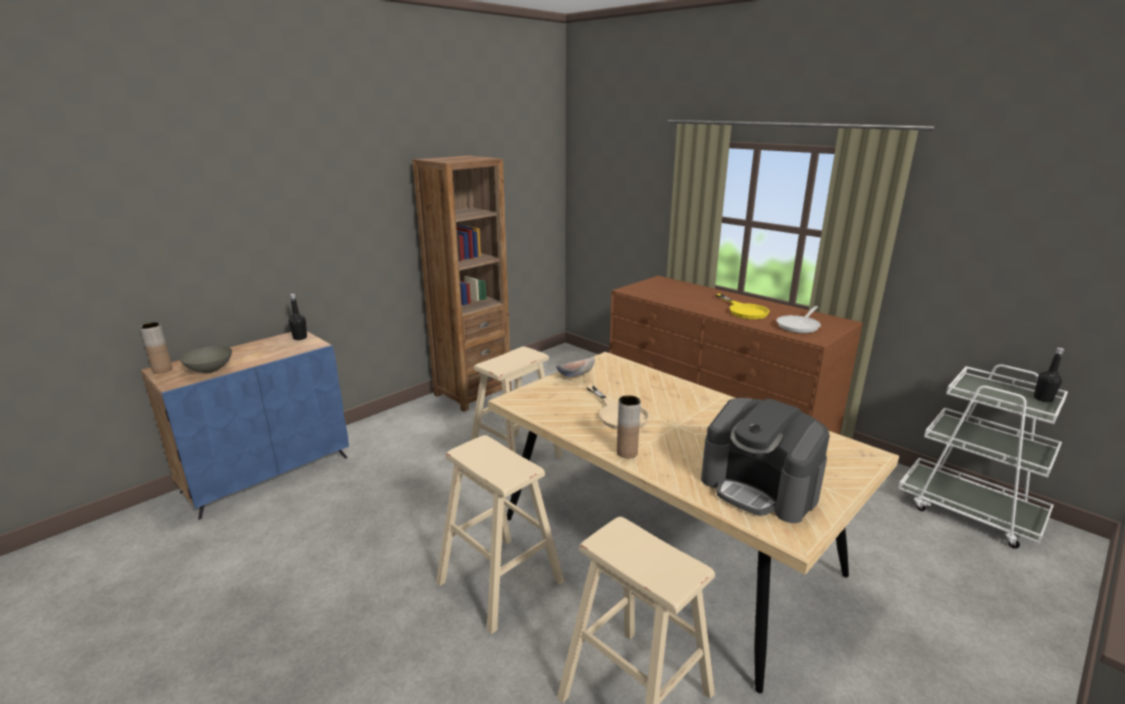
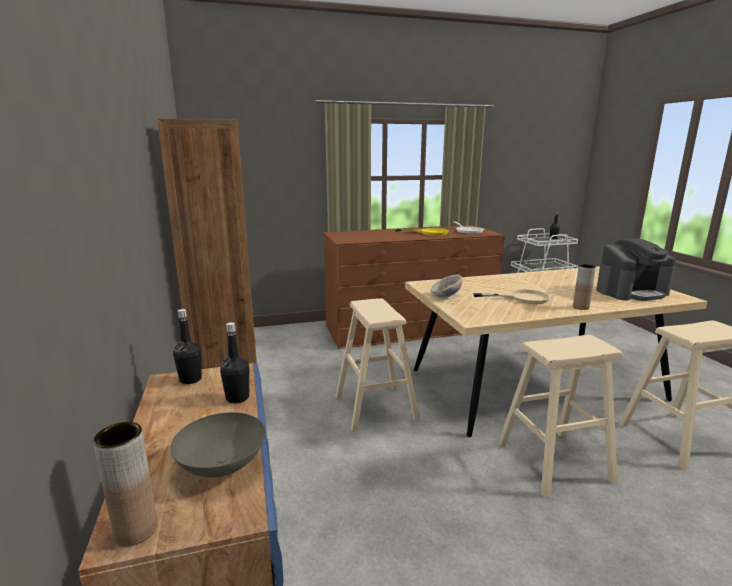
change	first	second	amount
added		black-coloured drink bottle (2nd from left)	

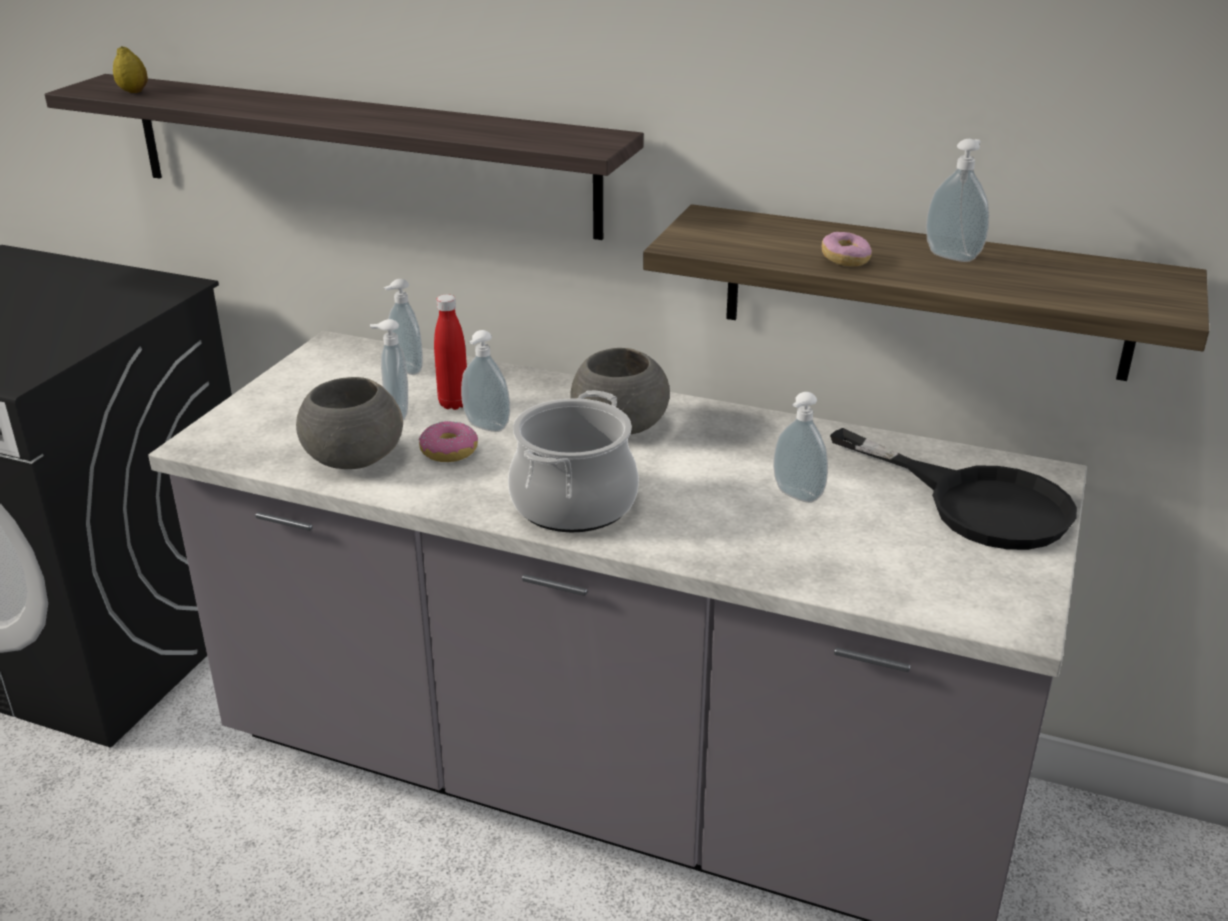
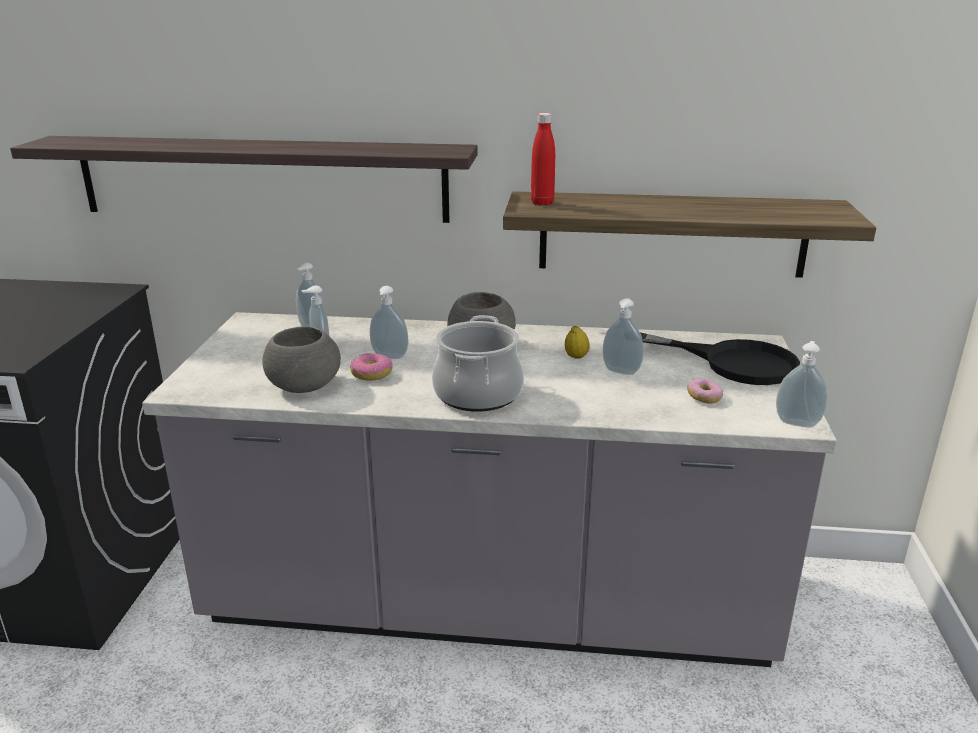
change	first	second	amount
moved	red drink bottle		
moved	lemon		
moved	donut (2nd from left)		
moved	soap dispenser (5th from left)		

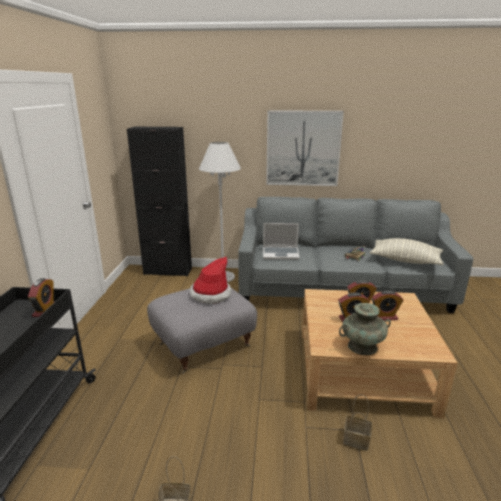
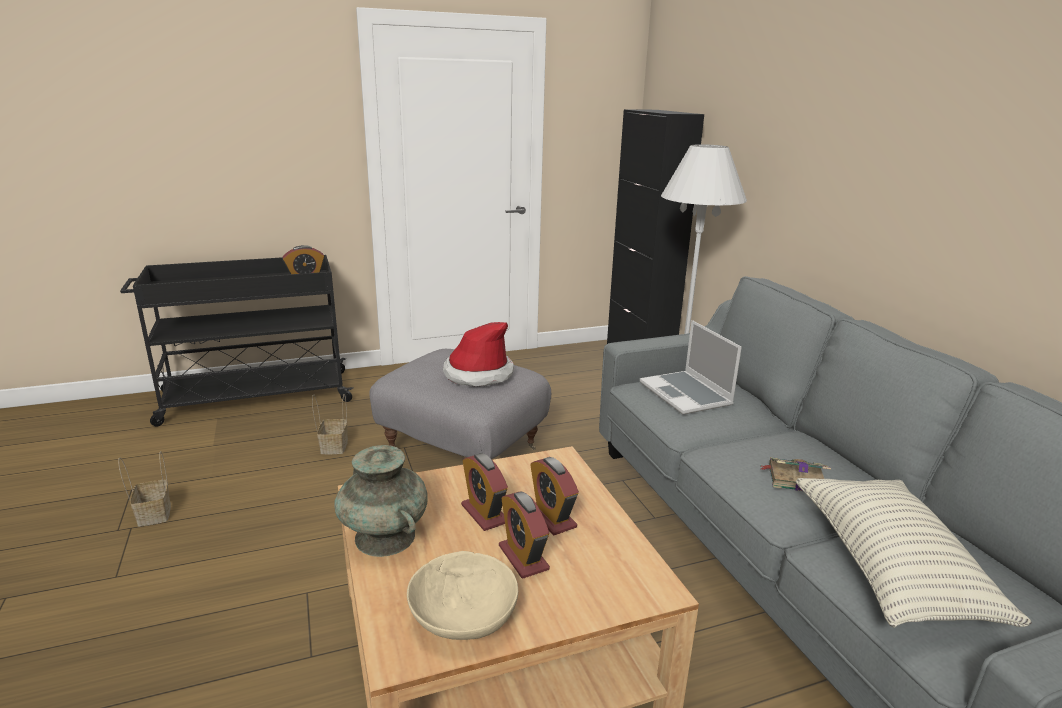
change	first	second	amount
moved	basket (2nd from left)		
added		beige serving bowl	
removed	wall art		

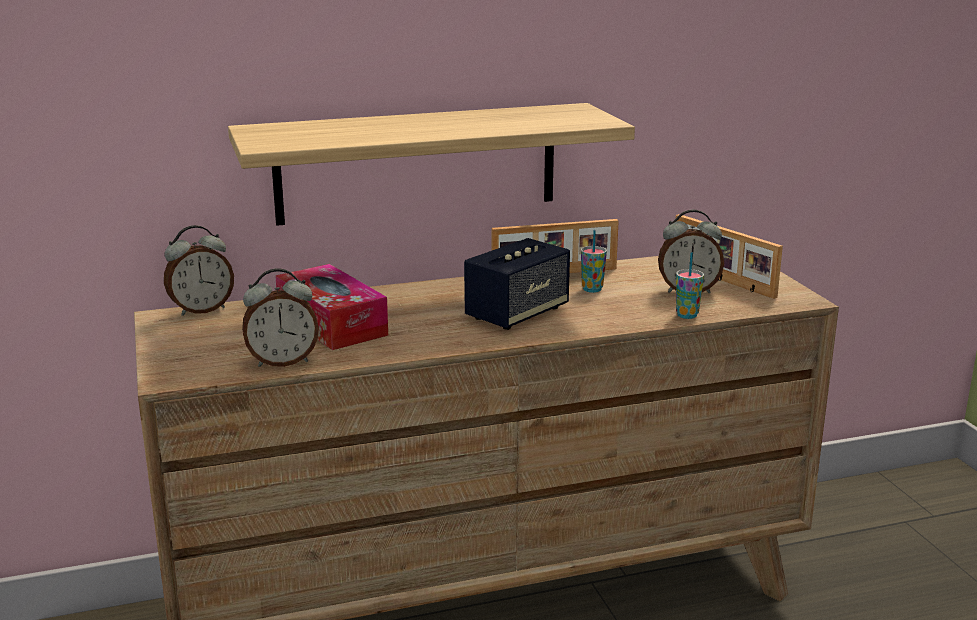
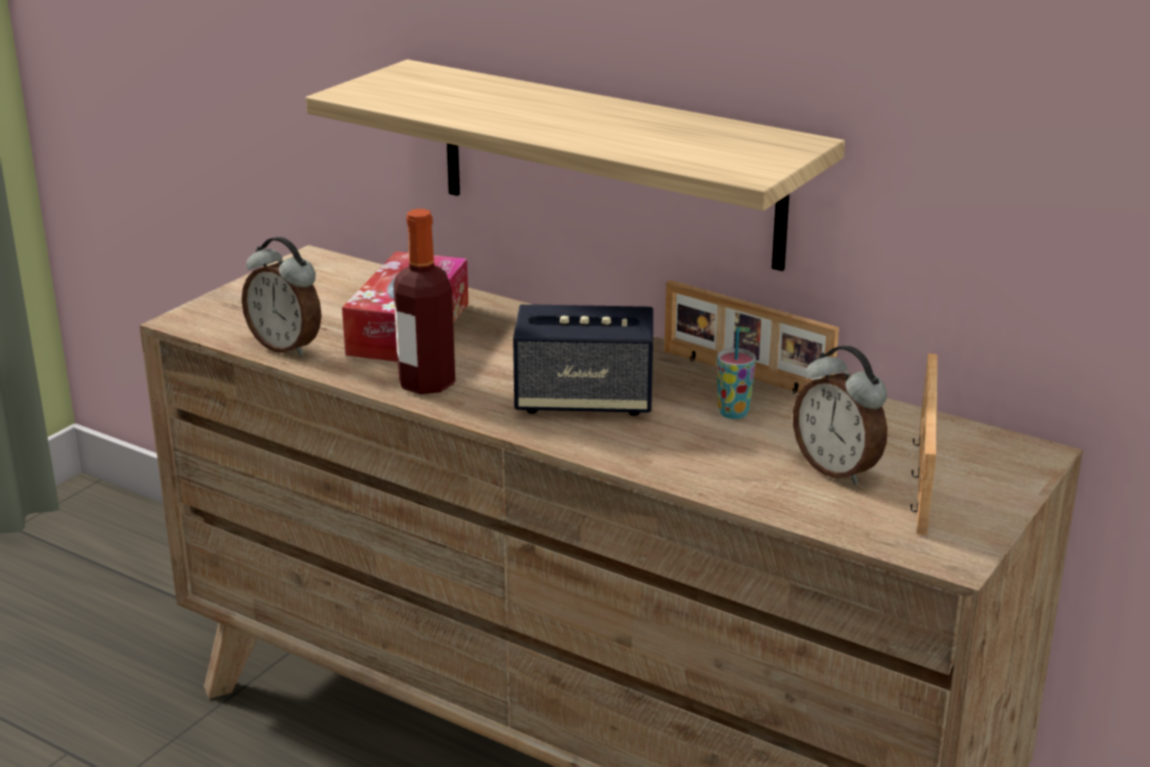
change	first	second	amount
added		drink bottle	
removed	table clock (1st from left)		
removed	cup (2nd from left)		

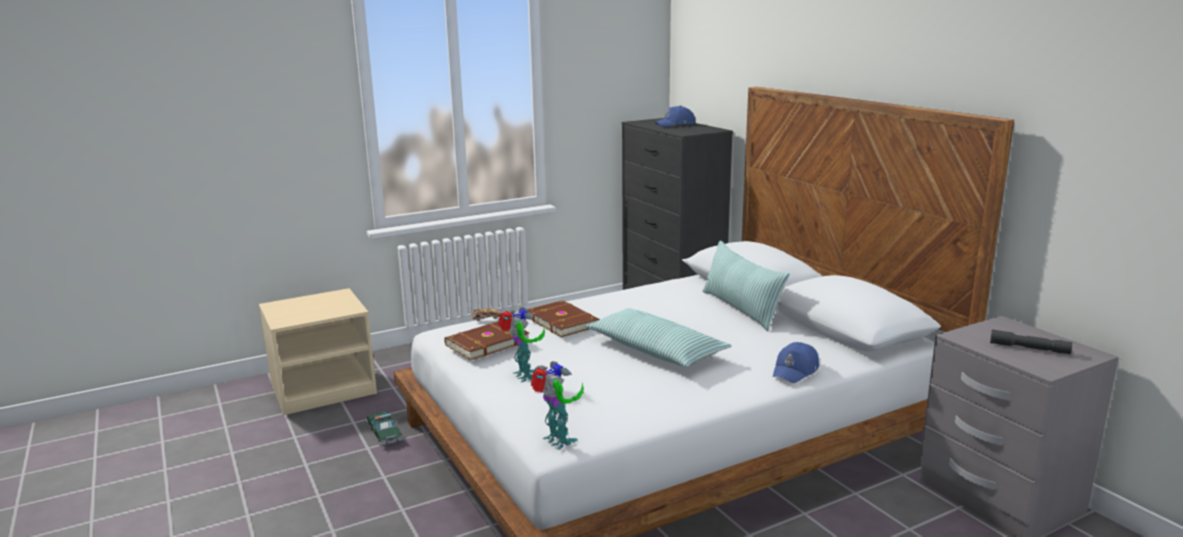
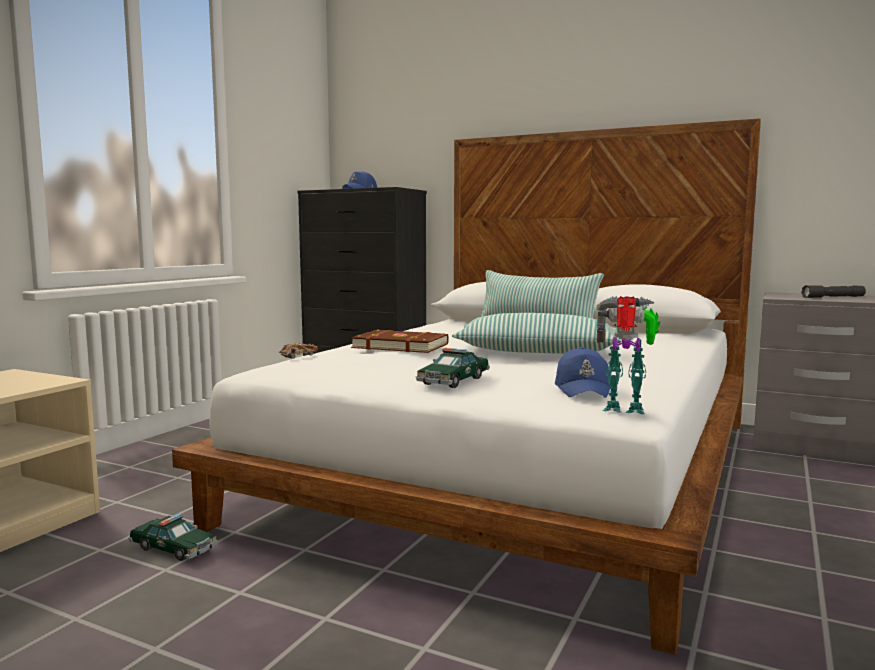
change	first	second	amount
replaced	model robot (1st from left)	toy car (3rd from left)	
moved	bluish peaked cap (2nd from left)		
removed	brownish volume (1st from left)		

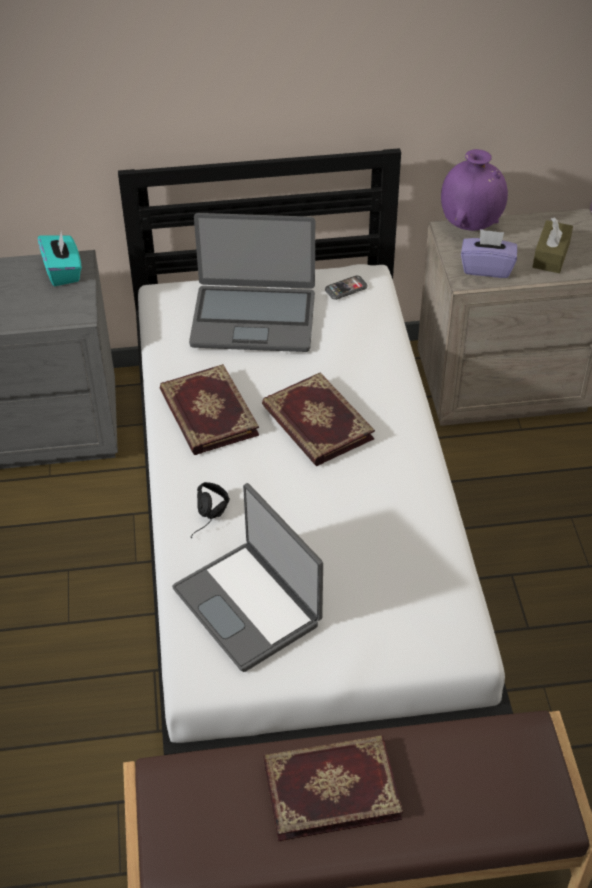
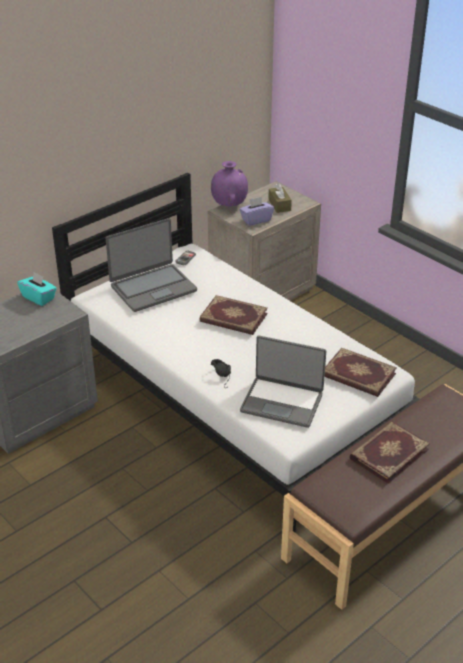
change	first	second	amount
moved	volume (1st from left in the first image)	volume (2nd from left)	

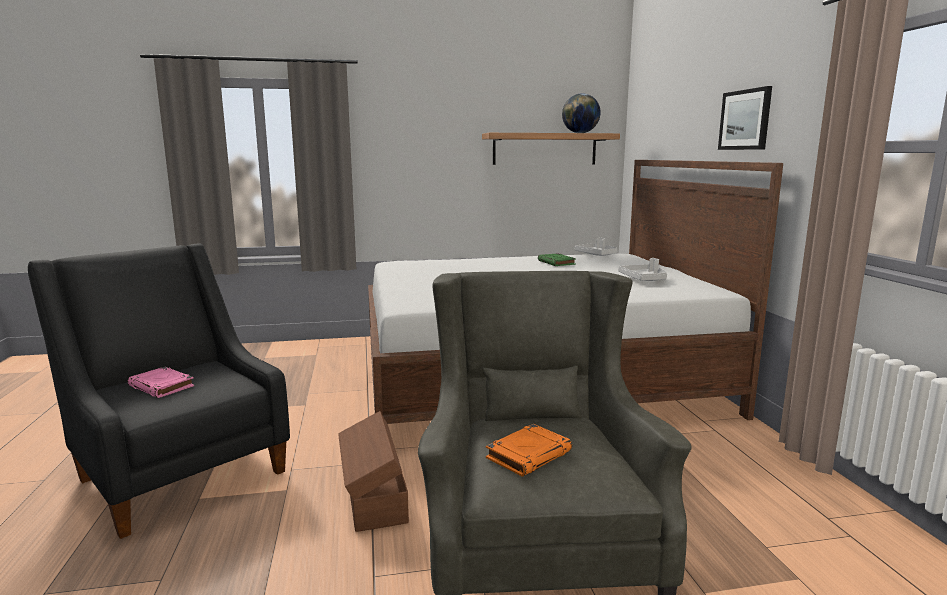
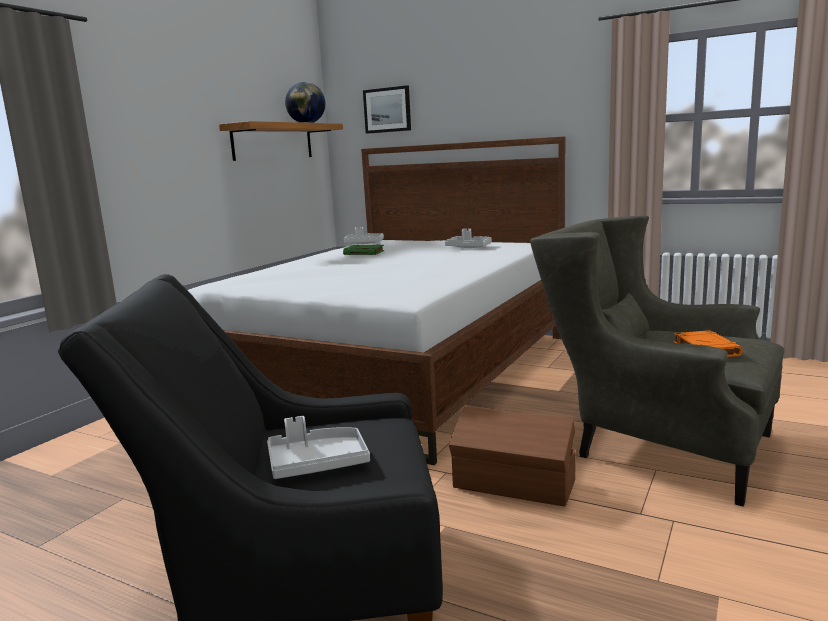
change	first	second	amount
replaced	pinkish volume	gray carrying tray (1st from left)	
moved	wall art		

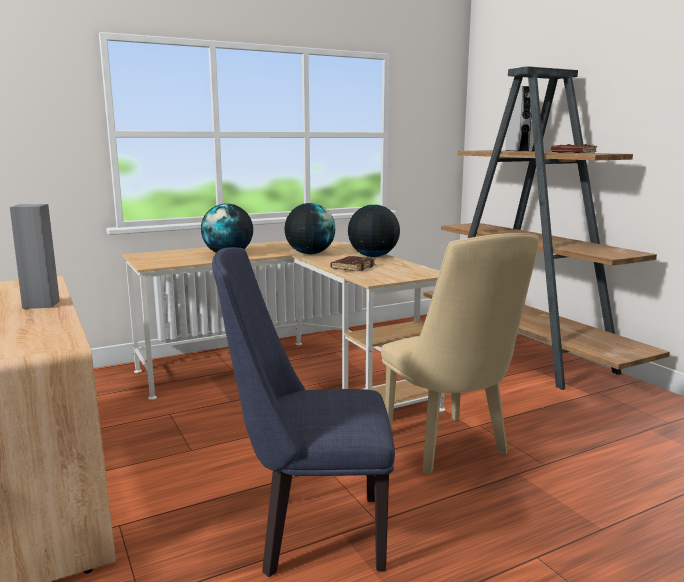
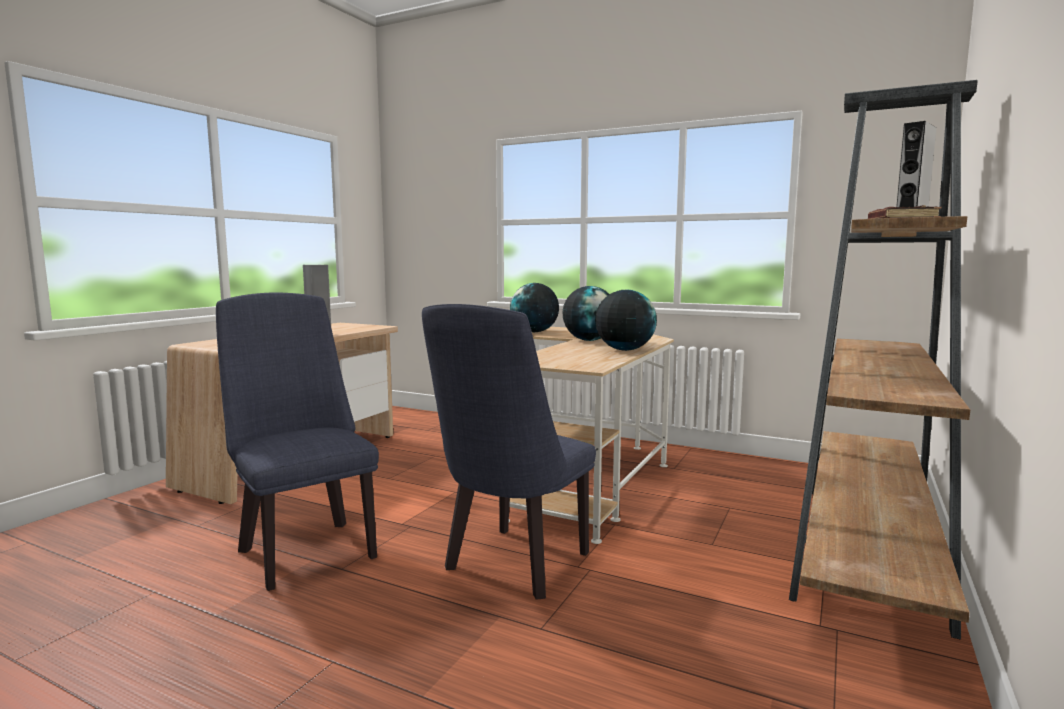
change	first	second	amount
recoloured	beige upright chair	bluish upright chair (2nd from left)	
removed	brownish volume (1st from left)		

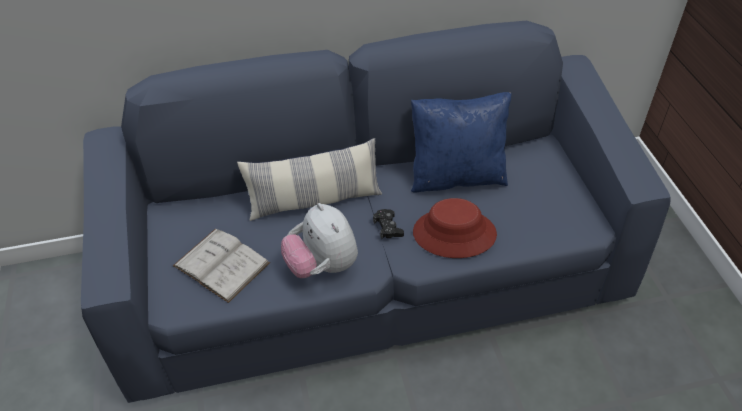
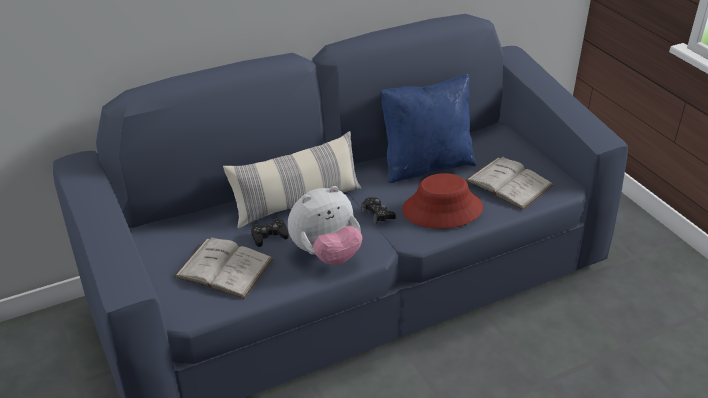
change	first	second	amount
added		black-coloured gamepad (1st from left)	
turned	soft toy		75 degrees counterclockwise
added		white volume (2nd from left)	

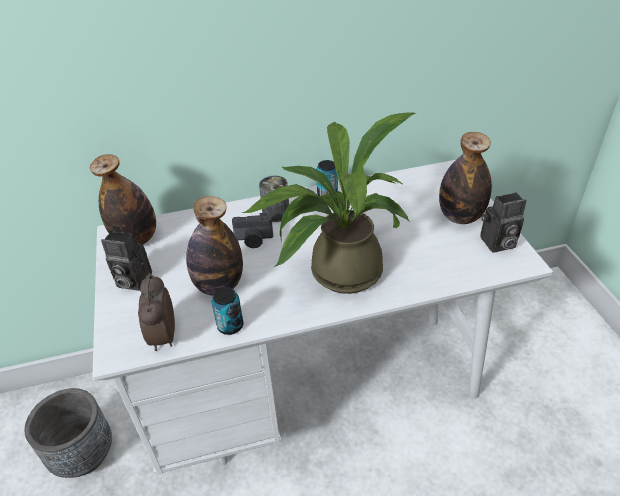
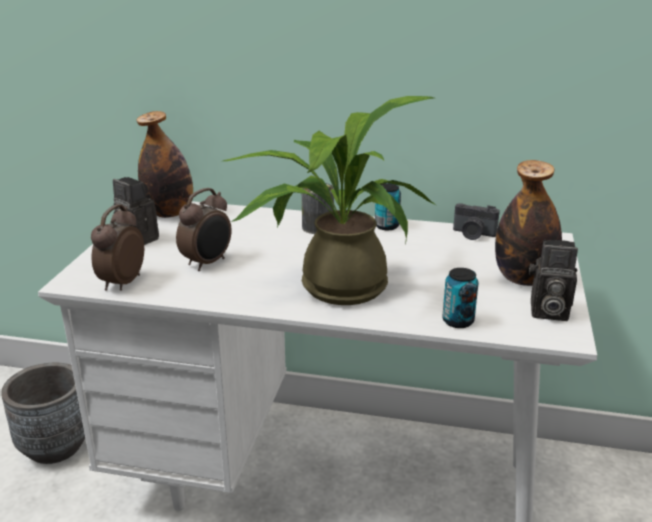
change	first	second	amount
replaced	drink bottle (2nd from left)	table clock (2nd from left)	
moved	can (1st from left in the first image)	can (3rd from left)	
moved	photo camera (2nd from left)		

